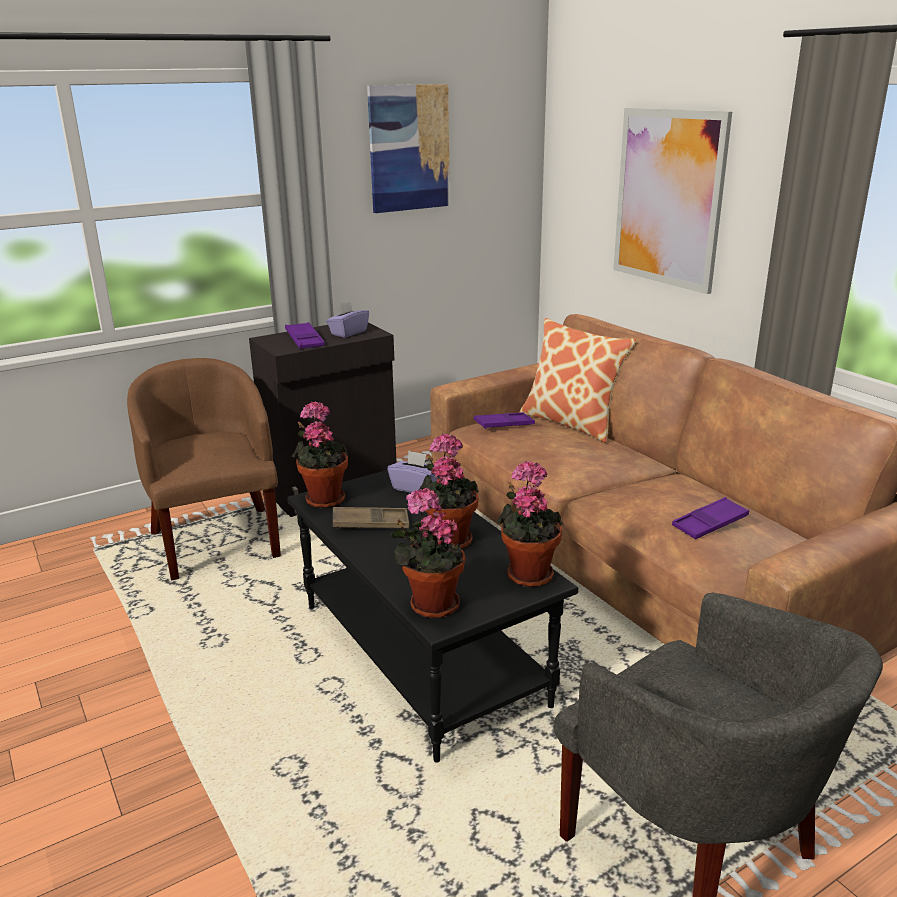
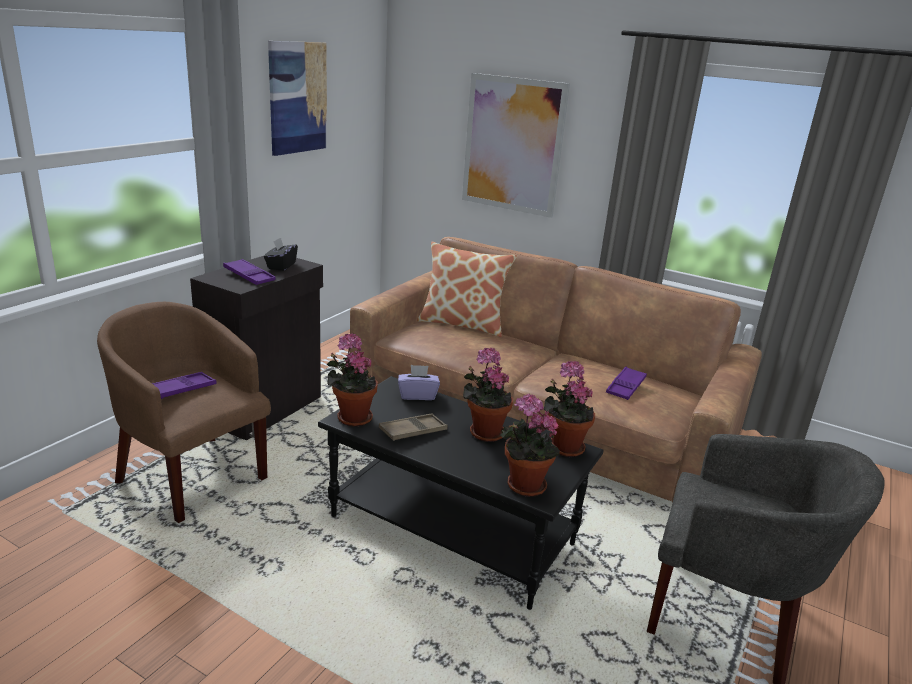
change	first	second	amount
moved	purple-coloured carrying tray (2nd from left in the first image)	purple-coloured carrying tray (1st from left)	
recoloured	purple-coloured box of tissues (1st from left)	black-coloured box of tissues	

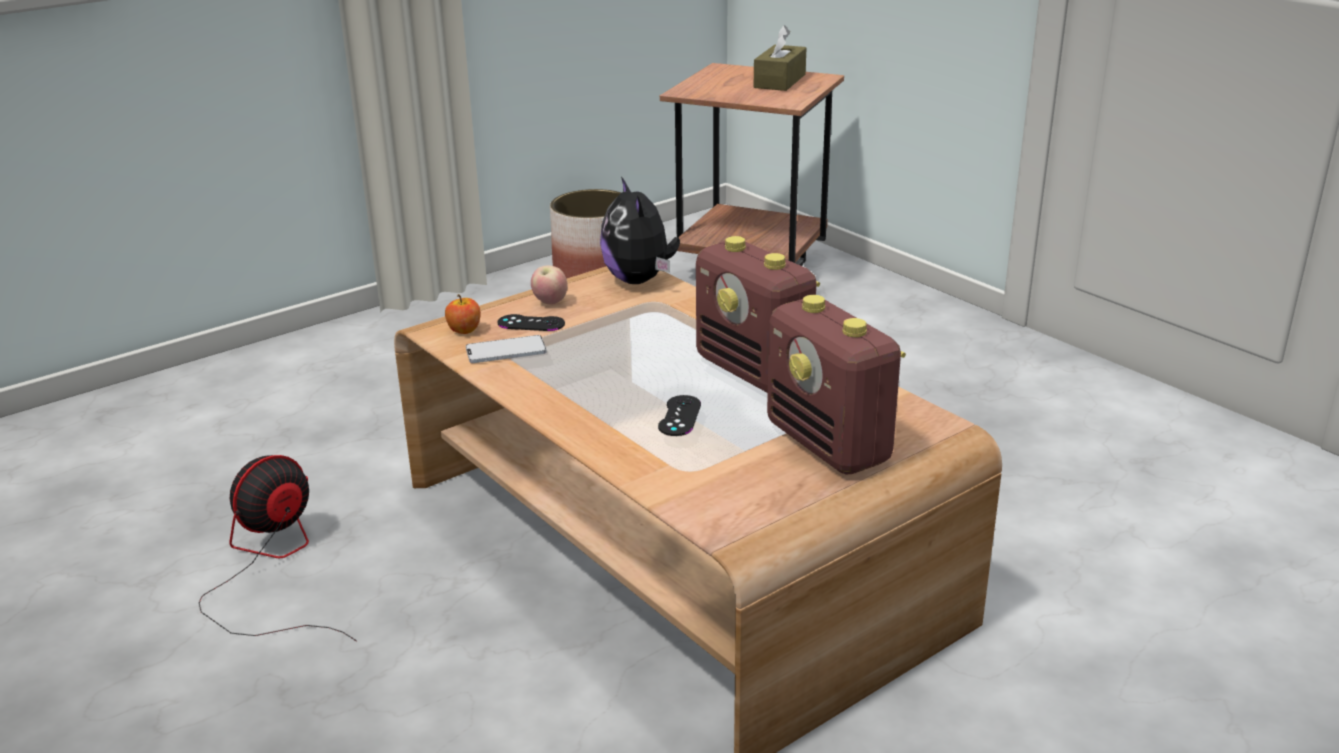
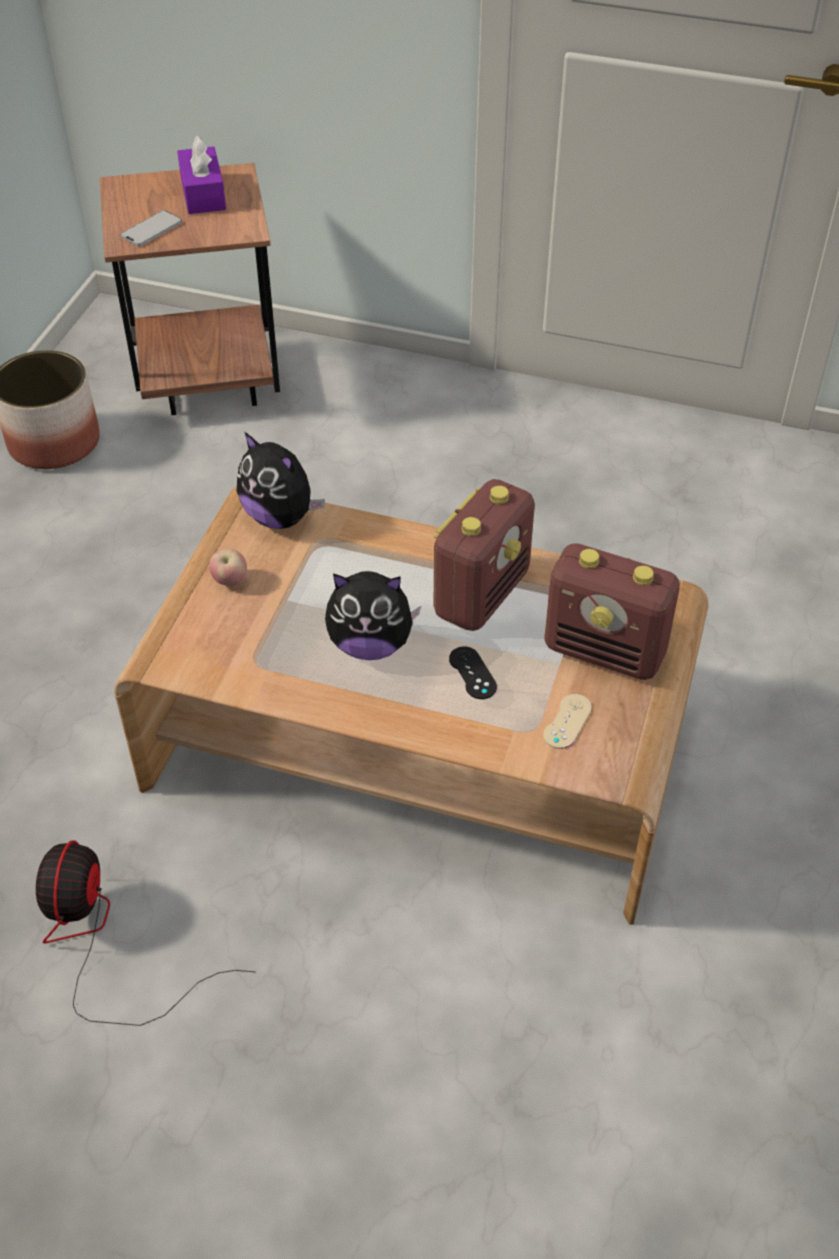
change	first	second	amount
moved	phone		
recoloured	brownish box of tissues	purple-coloured box of tissues	
added		soft toy (2nd from left)	
turned	radio set (1st from left)		75 degrees counterclockwise
added		beige gamepad	
removed	apple (1st from left)		
removed	black-coloured gamepad (1st from left)		

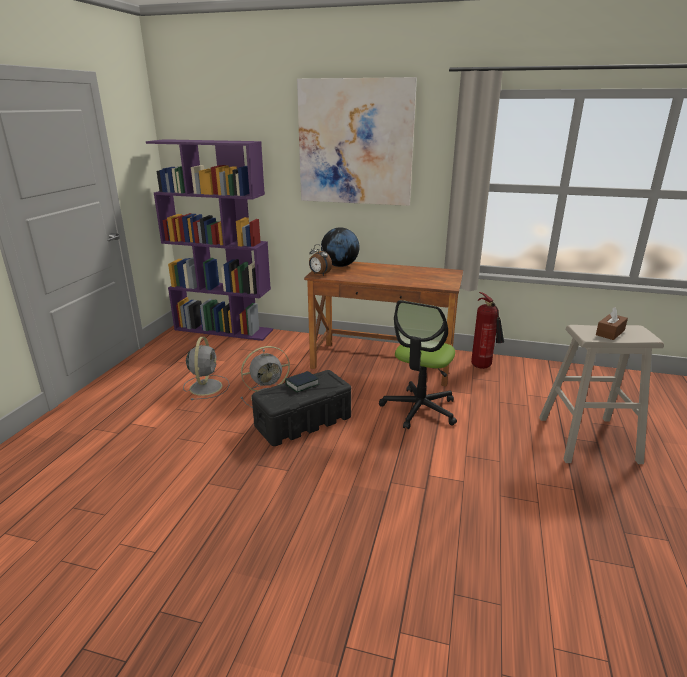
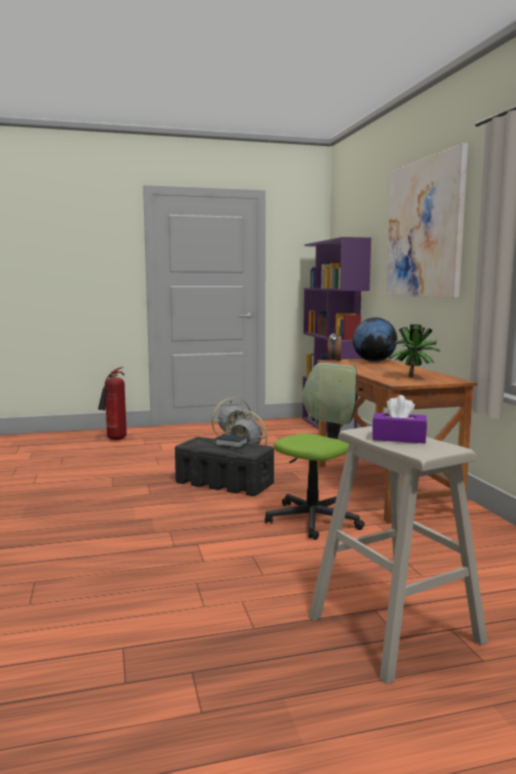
change	first	second	amount
moved	fire extinguisher		
turned	office chair		135 degrees clockwise
recoloured	brownish box of tissues	purple-coloured box of tissues	
added		houseplant	

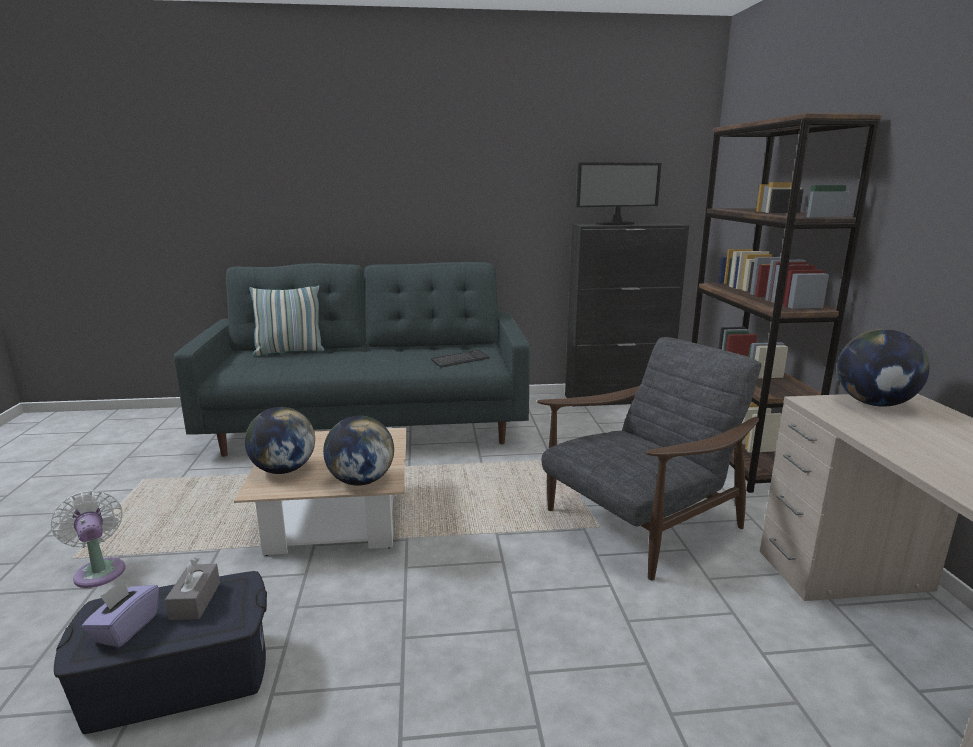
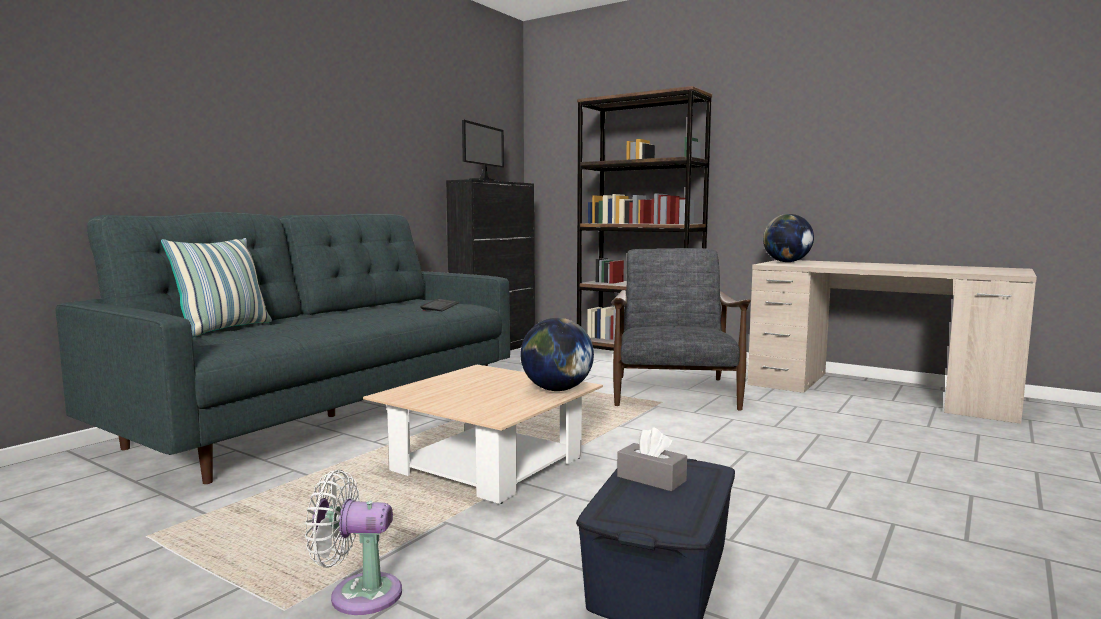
change	first	second	amount
removed	purple-coloured box of tissues		
removed	globe (1st from left)		

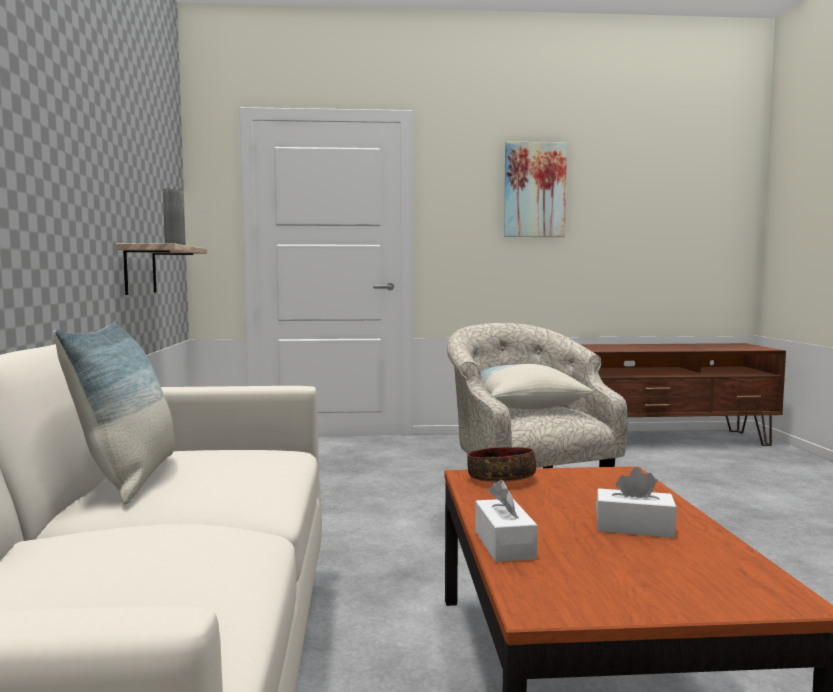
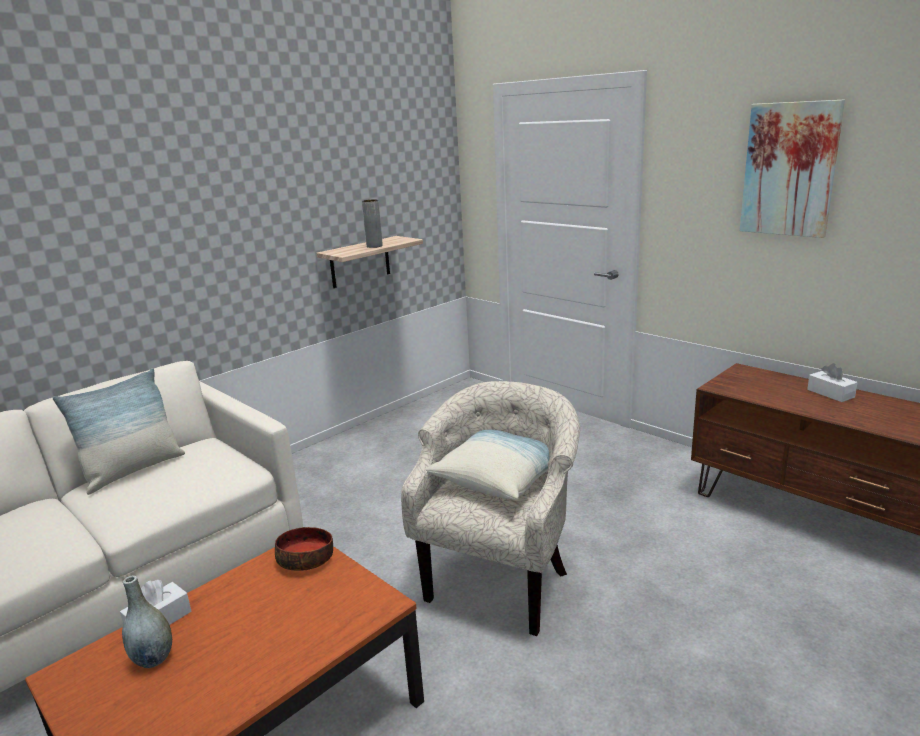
change	first	second	amount
added		gray decorative vase (1st from left)	
moved	white box of tissues (2nd from left)		

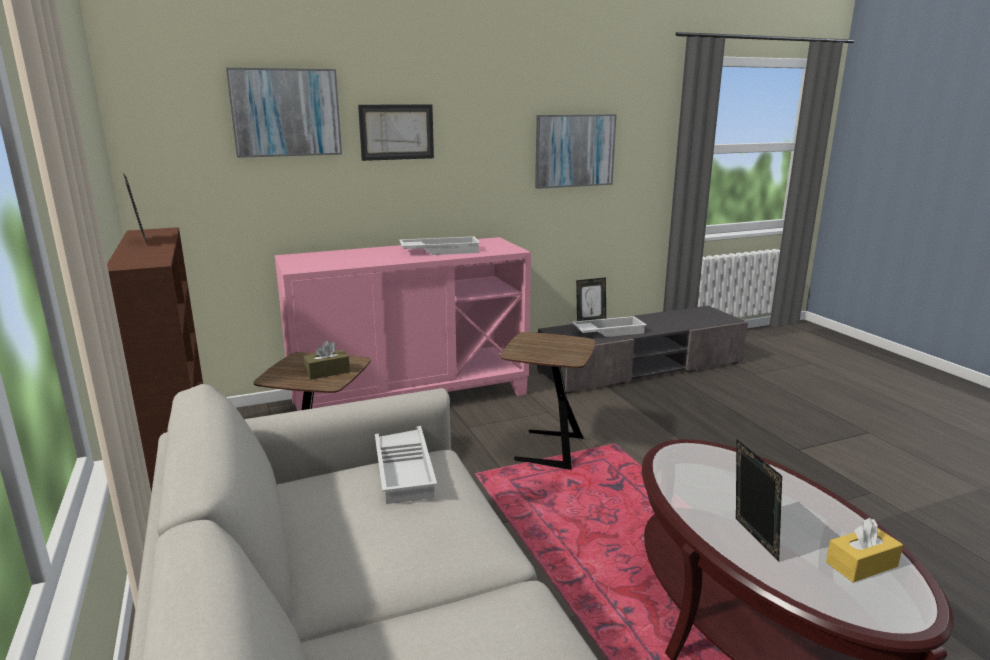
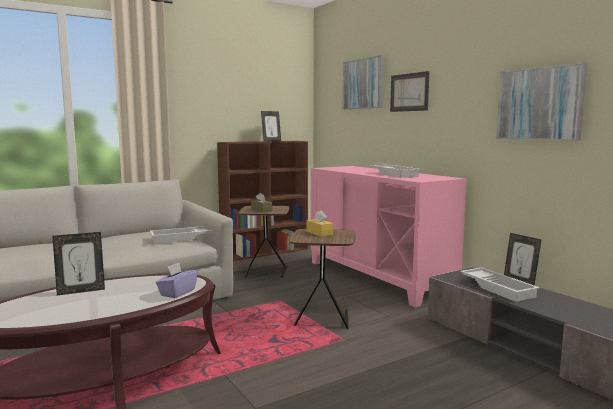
change	first	second	amount
added		purple-coloured box of tissues	
moved	yellow-coloured box of tissues		

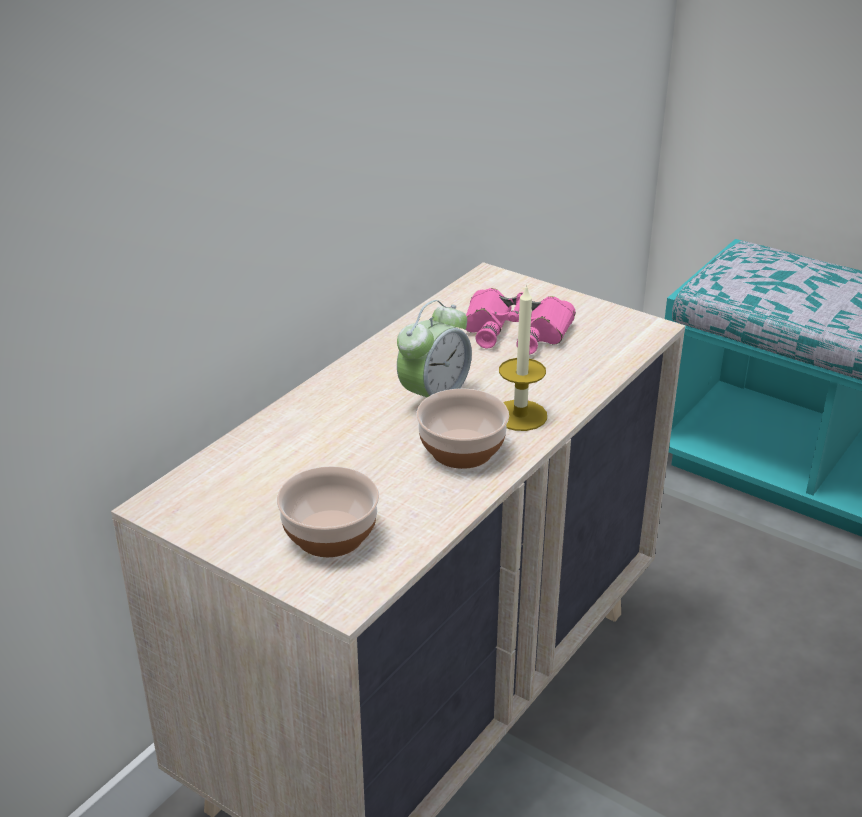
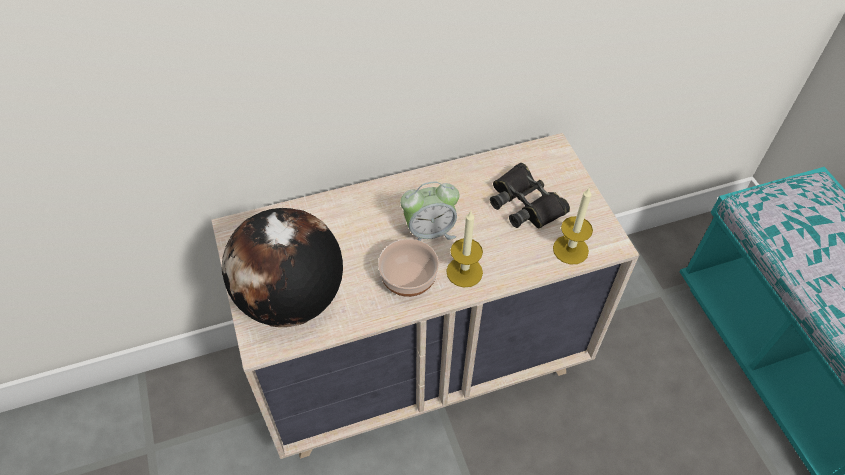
change	first	second	amount
replaced	serving bowl (1st from left)	globe	
recoloured	pinkish field glasses	black-coloured field glasses	
added		candle (2nd from left)	

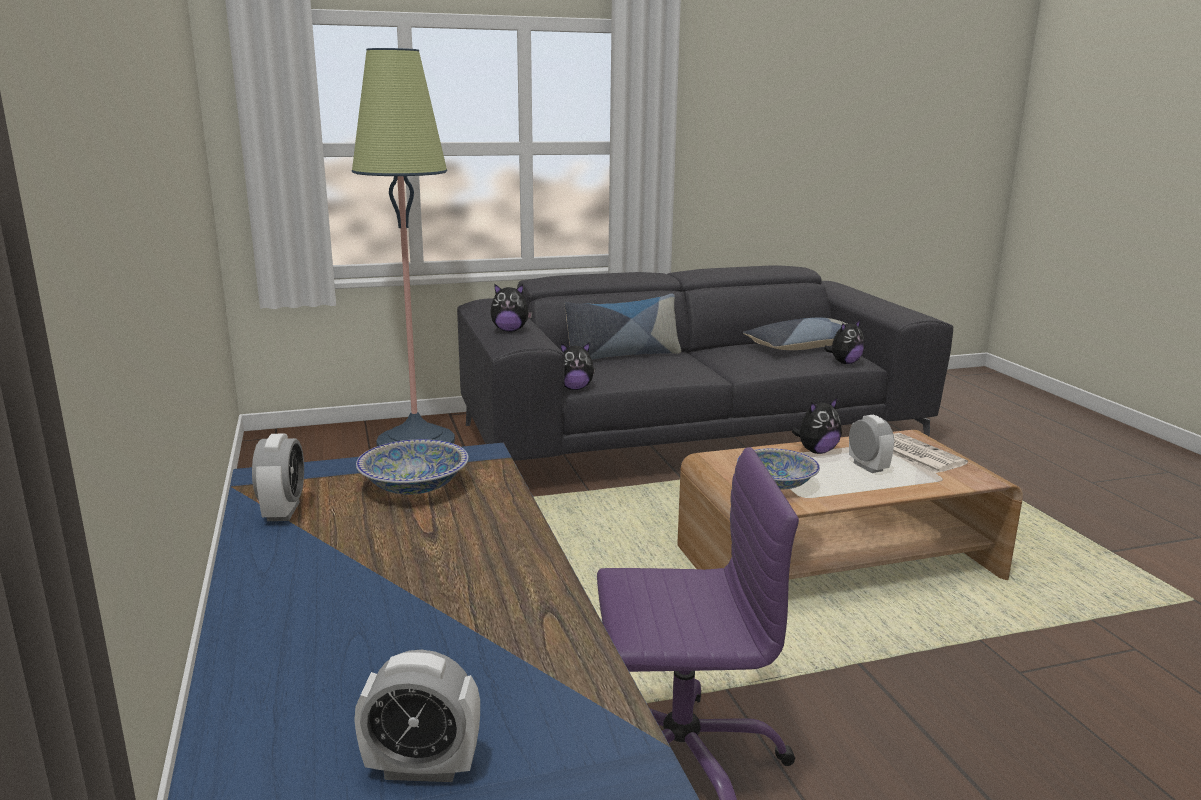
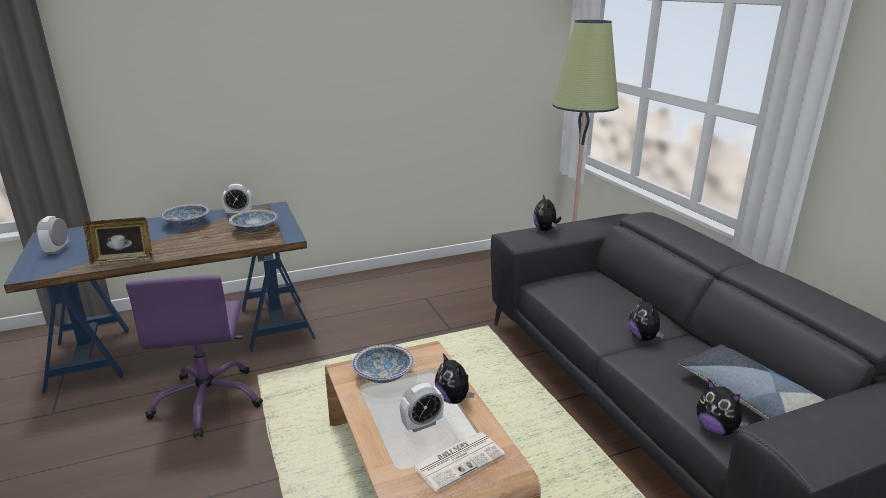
change	first	second	amount
added		standing frame	
added		serving bowl (1st from left)	
moved	soft toy (2nd from left in the first image)	soft toy (3rd from left)	
removed	throw pillow (1st from left)		

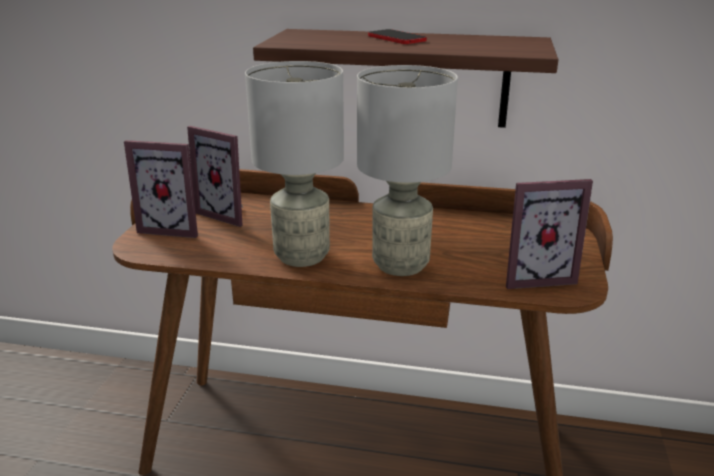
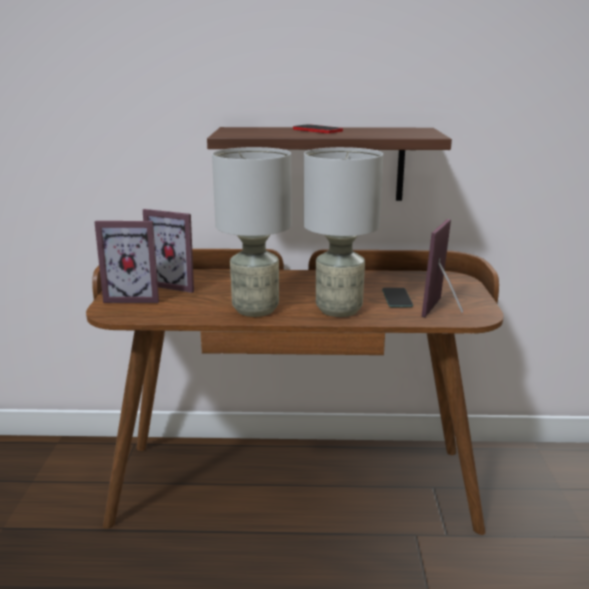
change	first	second	amount
added		phone (2nd from left)	
turned	standing frame (3rd from left)		135 degrees clockwise

